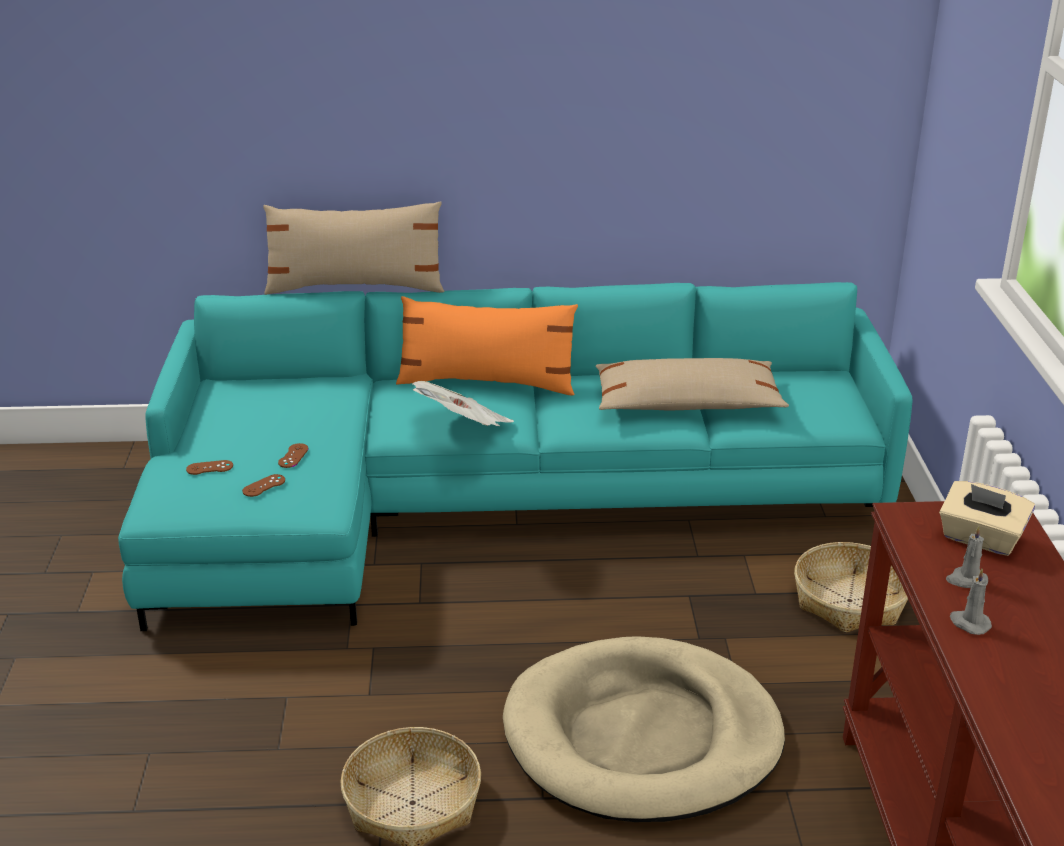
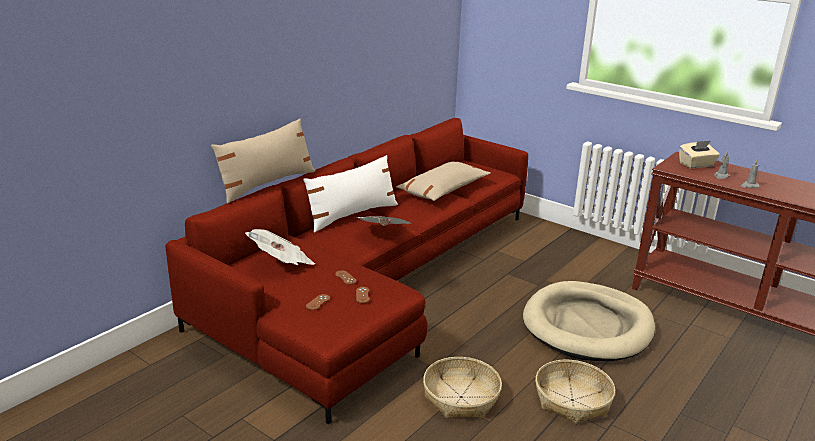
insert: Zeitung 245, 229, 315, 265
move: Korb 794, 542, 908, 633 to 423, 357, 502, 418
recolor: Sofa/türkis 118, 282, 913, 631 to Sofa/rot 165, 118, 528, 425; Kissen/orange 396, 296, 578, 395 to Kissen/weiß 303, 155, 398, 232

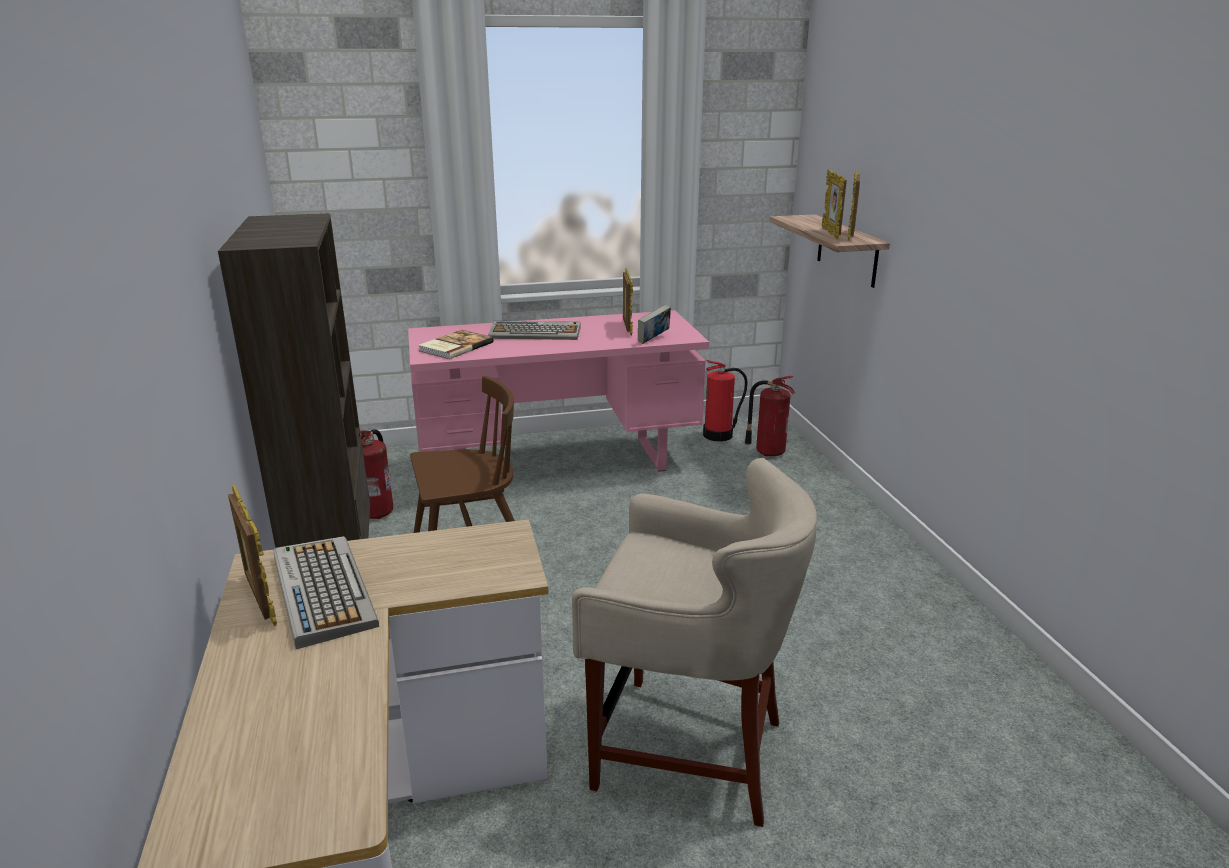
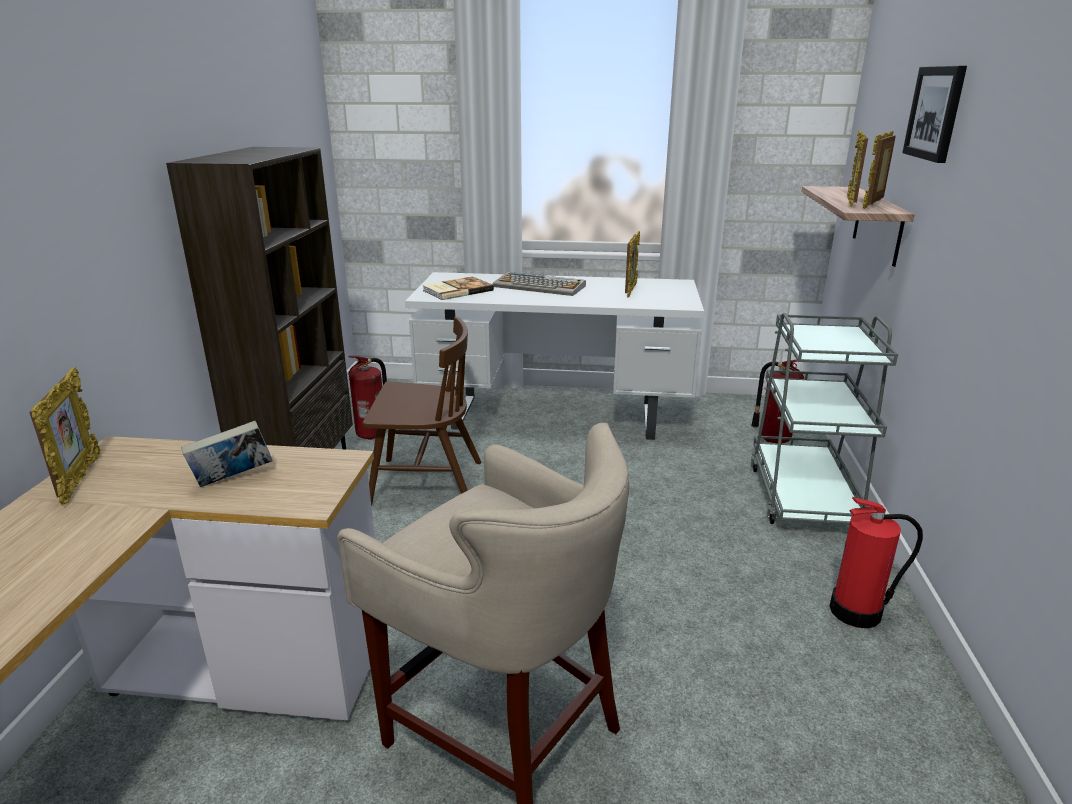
delete: Tastatur 273, 536, 379, 649
insert: Bild 902, 66, 967, 163; Rollwagen/grau 751, 312, 898, 524
move: Buch 638, 305, 671, 344 to 181, 421, 273, 487; Feuerlöscher 703, 360, 748, 441 to 829, 497, 923, 628
recolor: Schreibtisch/rosa 408, 310, 709, 472 to Schreibtisch/weiß 405, 272, 704, 440

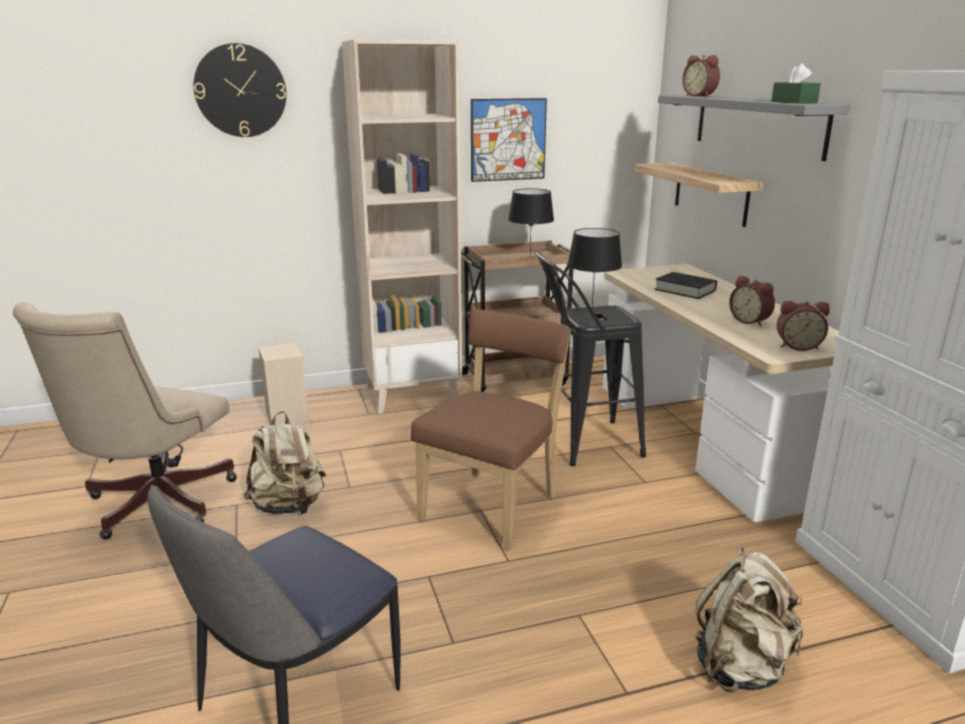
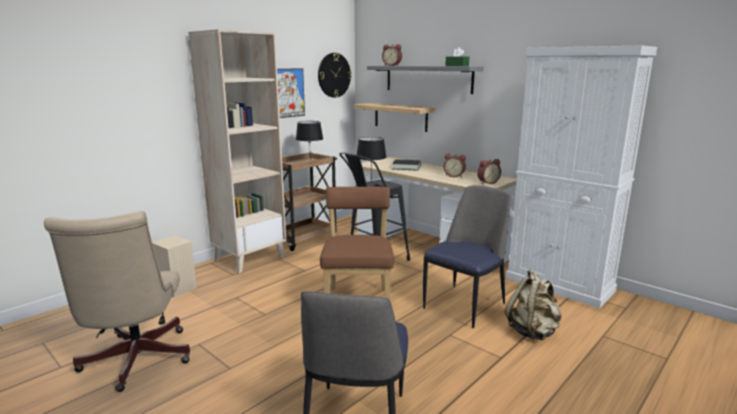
delete: Rucksack/beige 243, 411, 326, 515
insert: Stuhl 423, 185, 511, 328
move: Wanduhr 194, 43, 286, 137 to 318, 53, 352, 98

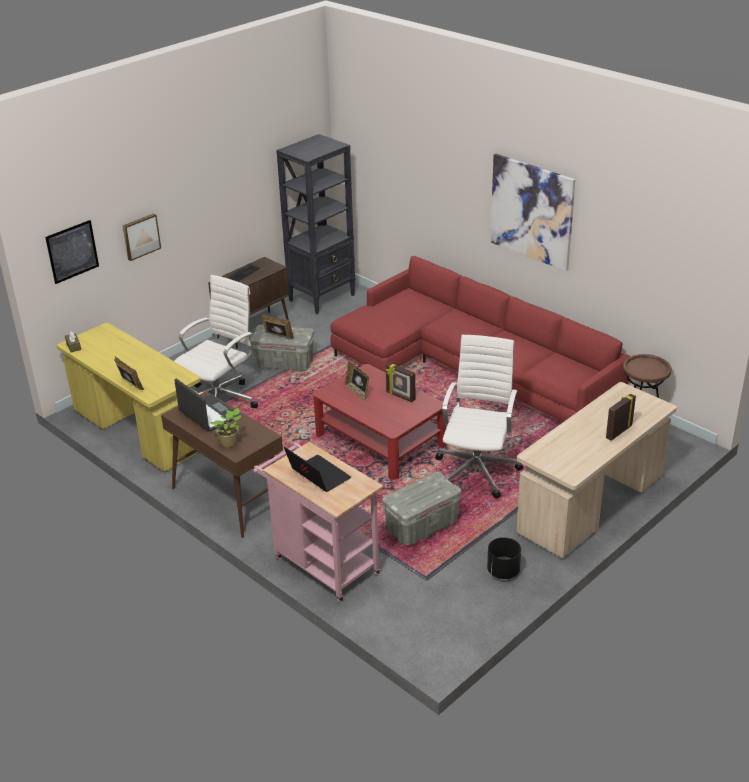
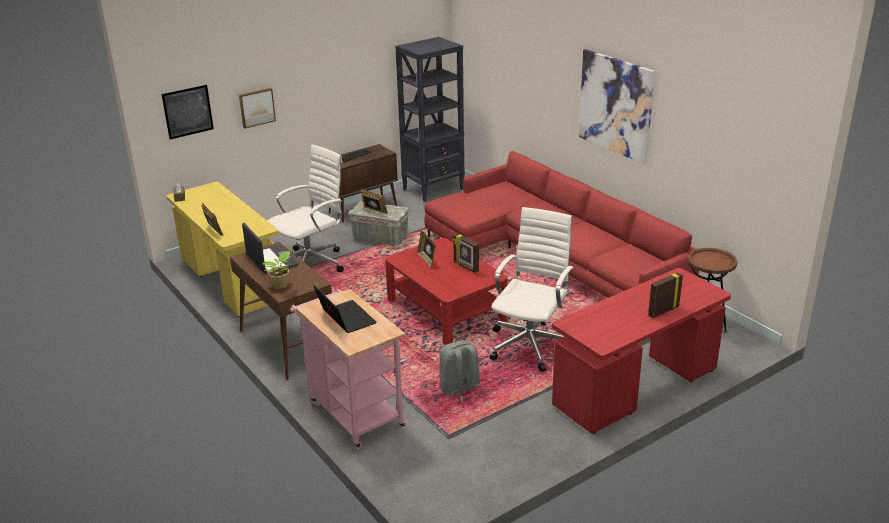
delete: Pflanzkübel/schwarz 487, 537, 521, 579
replace: Aufbewahrungsbox/grau 383, 472, 461, 545 to Rucksack/grau 439, 340, 481, 403
recolor: Schreibtisch/beige 517, 382, 677, 558 to Schreibtisch/rot 552, 268, 731, 434

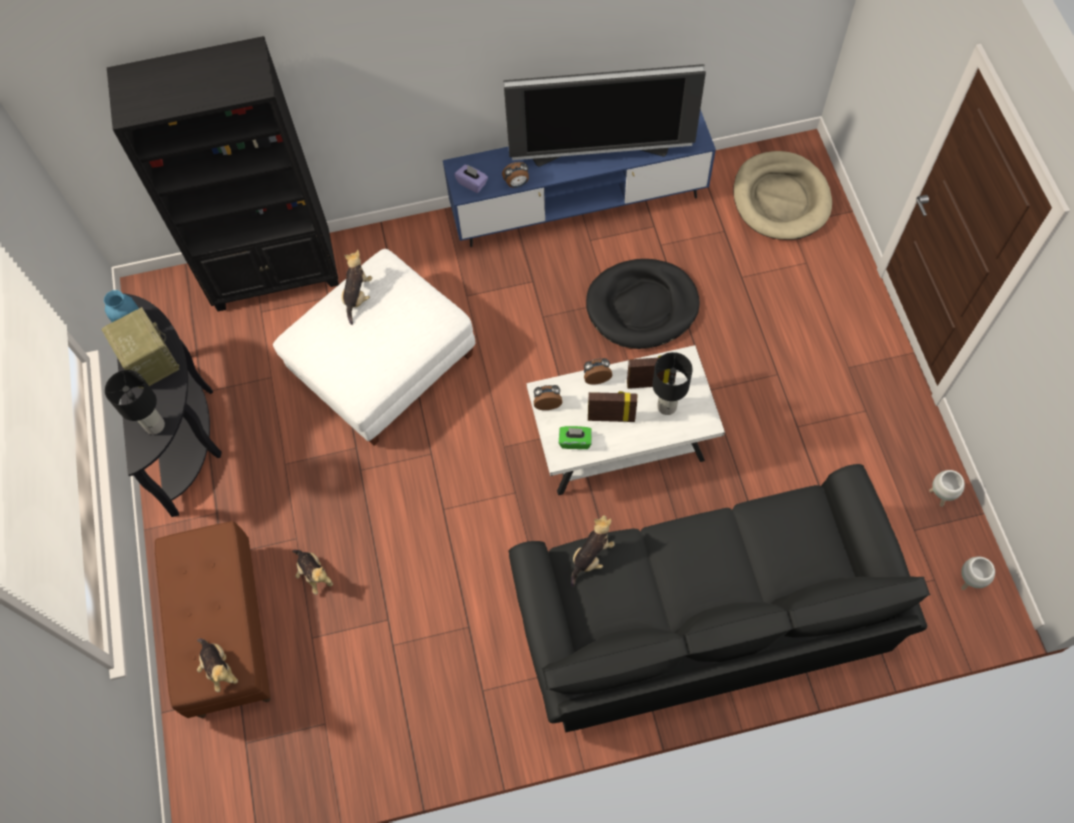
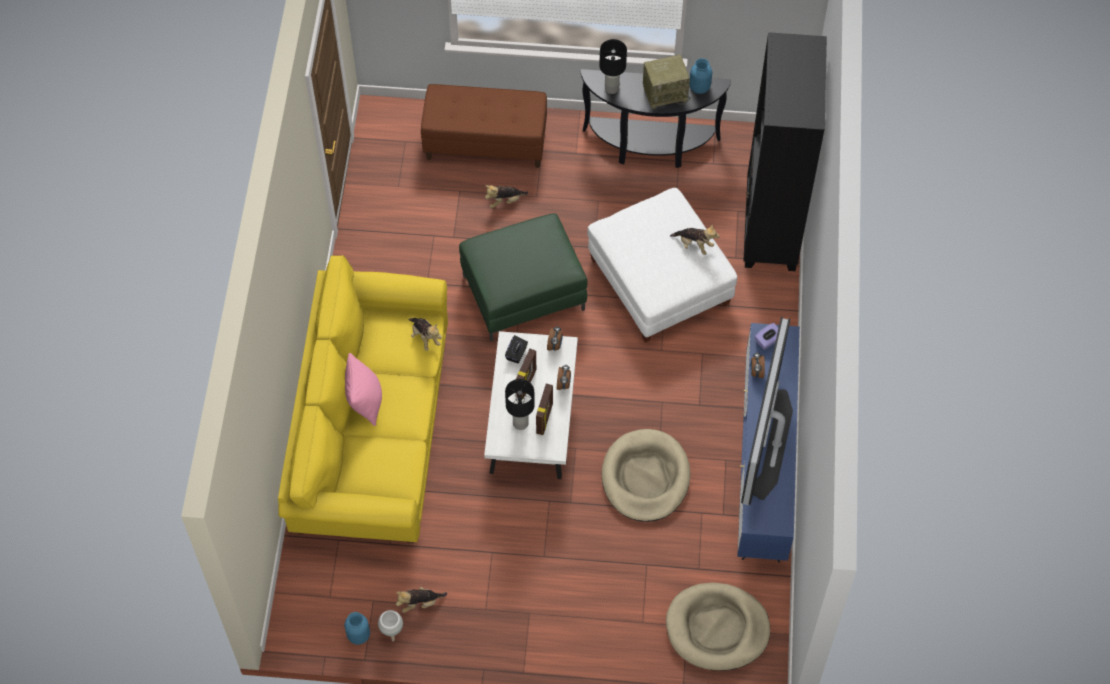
delete: Pflanzkübel/weiß 961, 556, 995, 590
insert: Polsterhocker/grün 459, 213, 587, 341; Kissen/rosa 345, 353, 382, 426; Vase/blau 344, 612, 370, 645
move: Plüschtier 197, 639, 238, 692 to 396, 587, 447, 613
recolor: Hundebett/schwarz 586, 259, 700, 349 to Hundebett/beige 602, 429, 690, 522; Taschentuchbox/grün 559, 426, 592, 449 to Taschentuchbox/schwarz 505, 335, 528, 363; Sofa/schwarz 508, 464, 930, 733 to Sofa/gelb 278, 255, 448, 543

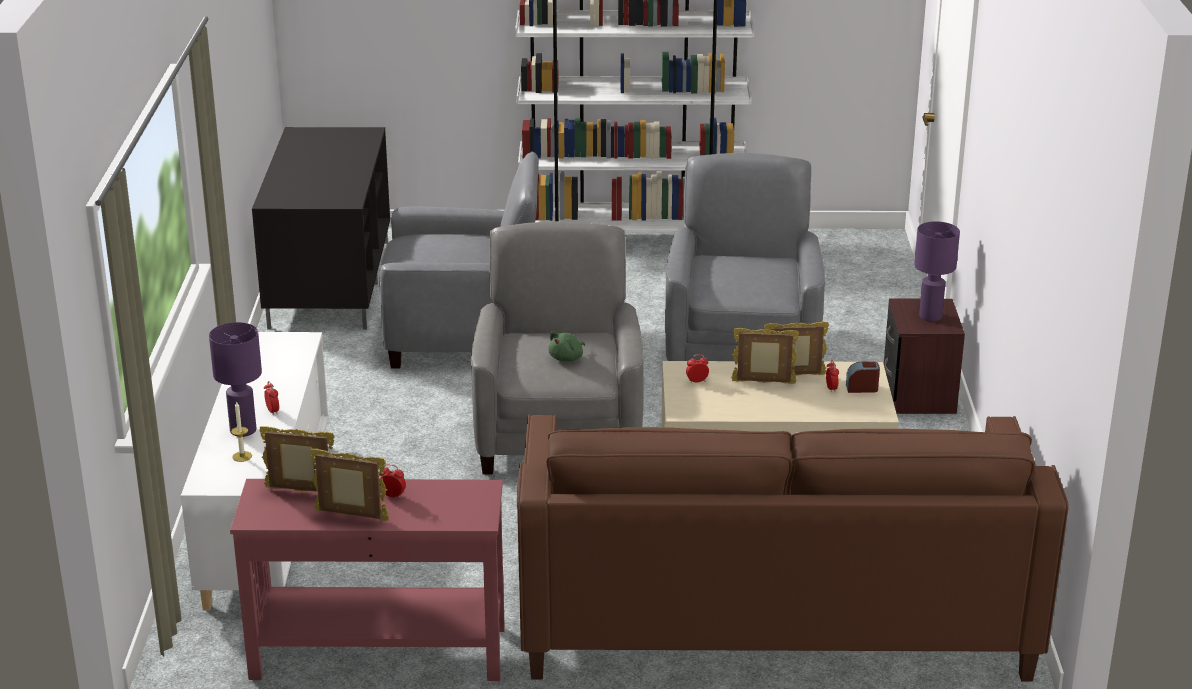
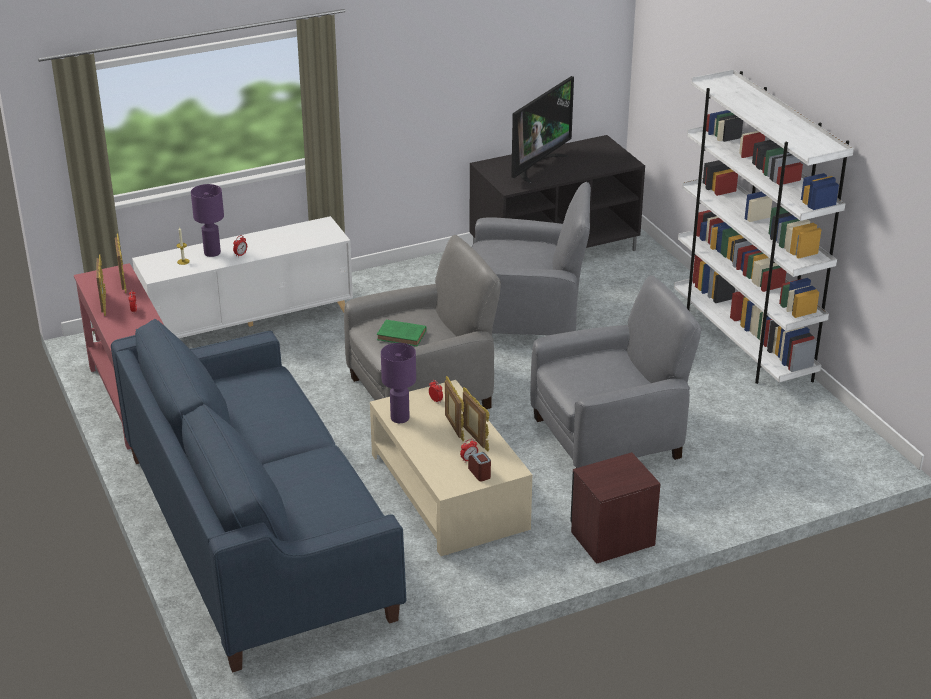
insert: Fernseher 511, 76, 574, 183
move: Tischlampe/lila 914, 221, 960, 322 to 381, 343, 416, 423
replace: Plüschtier/grün 549, 332, 585, 361 to Buch/grün 377, 320, 426, 346
recolor: Sofa/braun 517, 415, 1069, 682 to Sofa/blau 111, 319, 406, 672
rotate: Sessel/grau 379, 152, 539, 369 = 472, 182, 591, 335 60 degrees counterclockwise

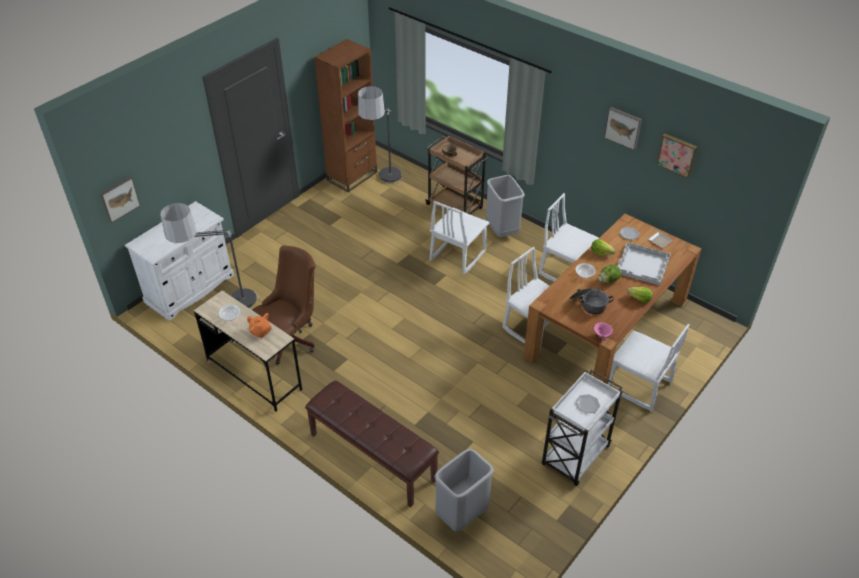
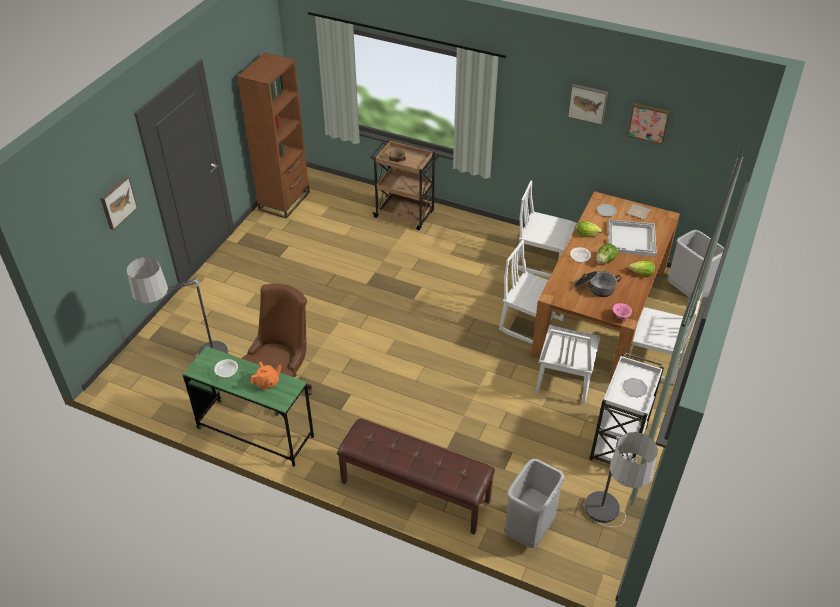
delete: Schrank/weiß 125, 201, 234, 321
move: Stehlampe 358, 86, 404, 186 to 584, 432, 658, 527; Mülleimer/grau 486, 175, 524, 237 to 668, 230, 724, 299; Bild 100, 176, 141, 223 to 100, 176, 138, 230; Stuhl/weiß 429, 201, 490, 275 to 535, 325, 601, 405
recolor: Schreibtisch/beige 194, 290, 302, 412 to Schreibtisch/grün 183, 346, 314, 466
rotate: Teekanne/orange 247, 313, 272, 338 = 250, 362, 282, 390 45 degrees counterclockwise

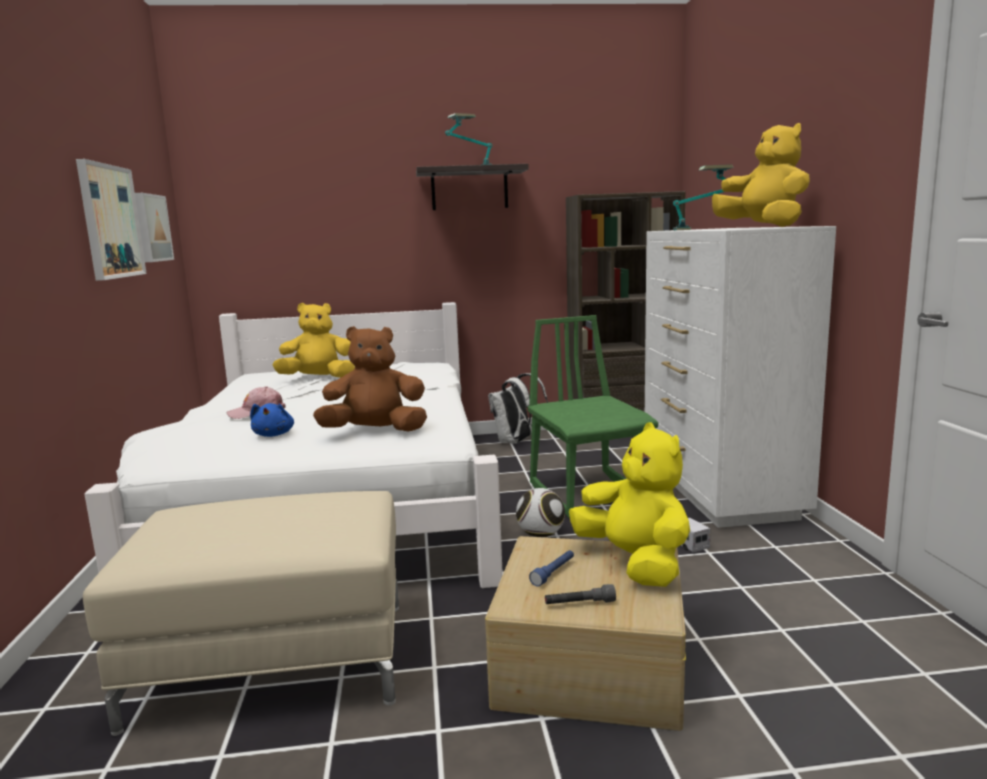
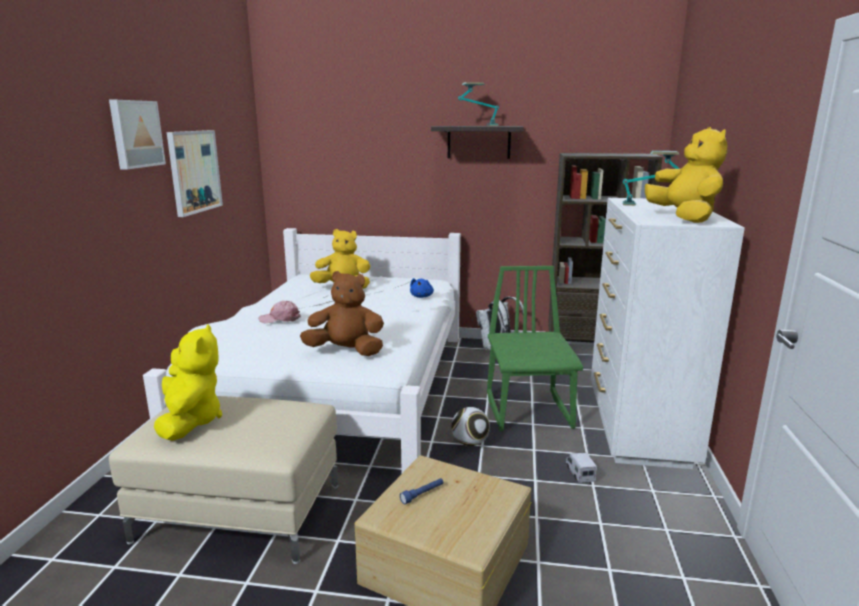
delete: Taschenlampe/grau 545, 584, 616, 604
move: Bild 135, 193, 174, 262 to 109, 100, 166, 169; Plüschtier/blau 250, 403, 294, 437 to 410, 278, 434, 298; Plüschtier/gelb 569, 423, 690, 587 to 154, 324, 222, 441

